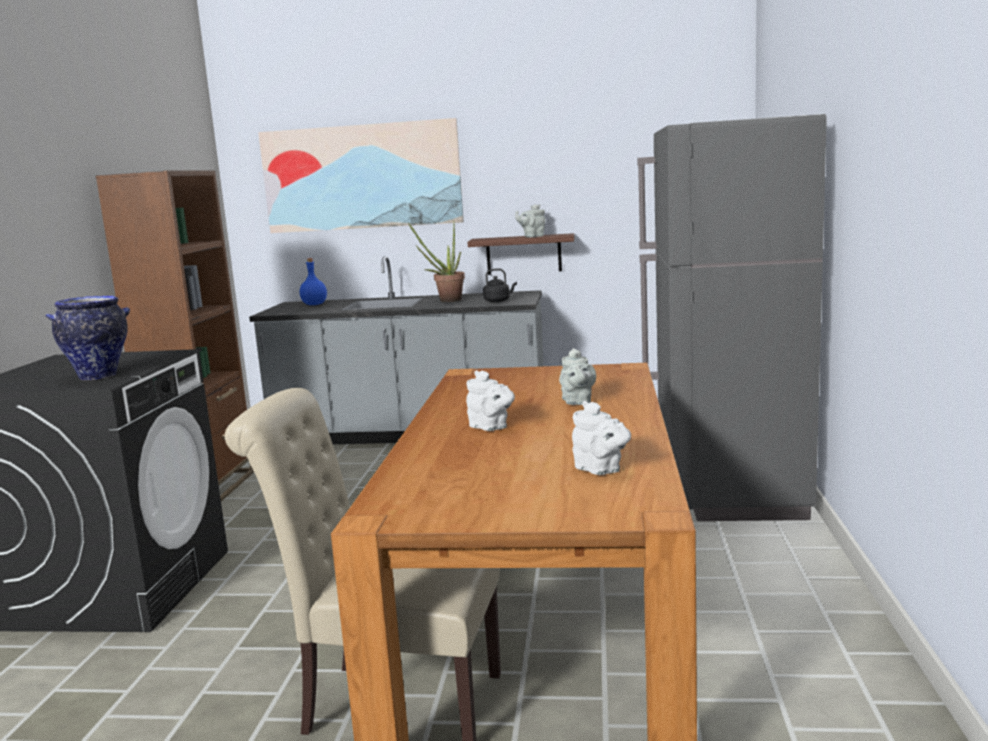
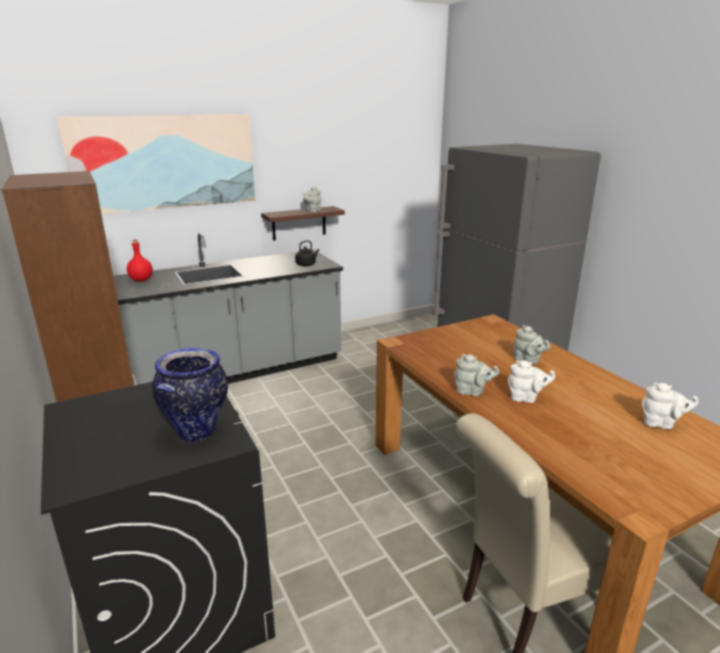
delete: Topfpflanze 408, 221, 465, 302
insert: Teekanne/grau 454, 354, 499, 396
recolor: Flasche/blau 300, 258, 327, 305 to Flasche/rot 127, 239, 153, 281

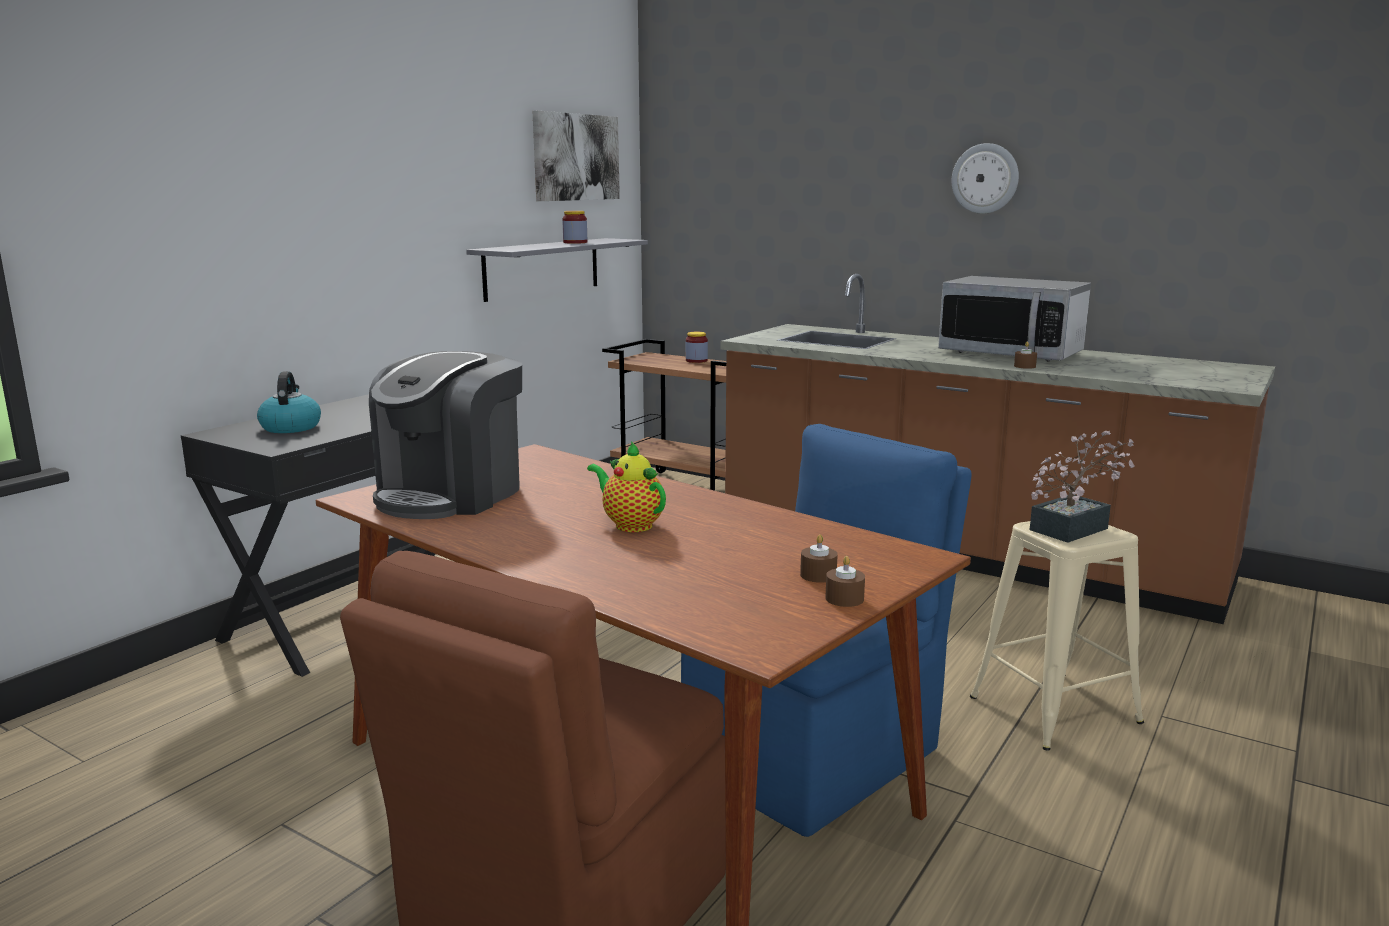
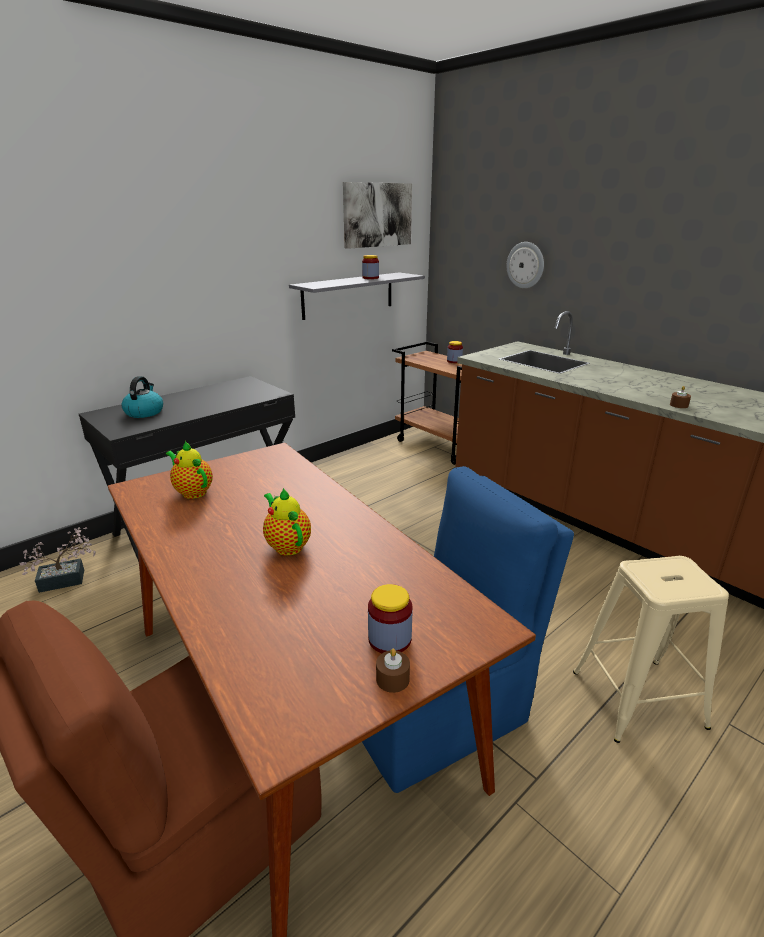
delete: Mikrowelle 938, 276, 1091, 362
move: Wanduhr 952, 143, 1019, 214 to 506, 242, 544, 288; Topfpflanze 1030, 430, 1134, 543 to 20, 527, 96, 593
replace: Kaffeemaschine 369, 351, 522, 519 to Teekanne 166, 441, 213, 499; Kerze/braun 800, 534, 838, 583 to Vorratsglas 368, 584, 413, 653

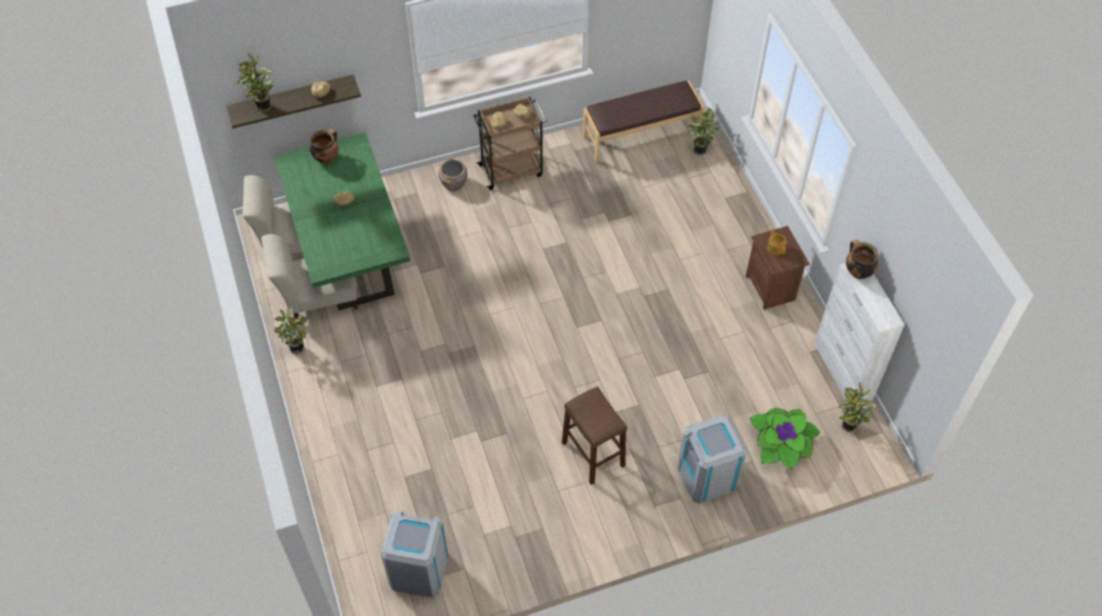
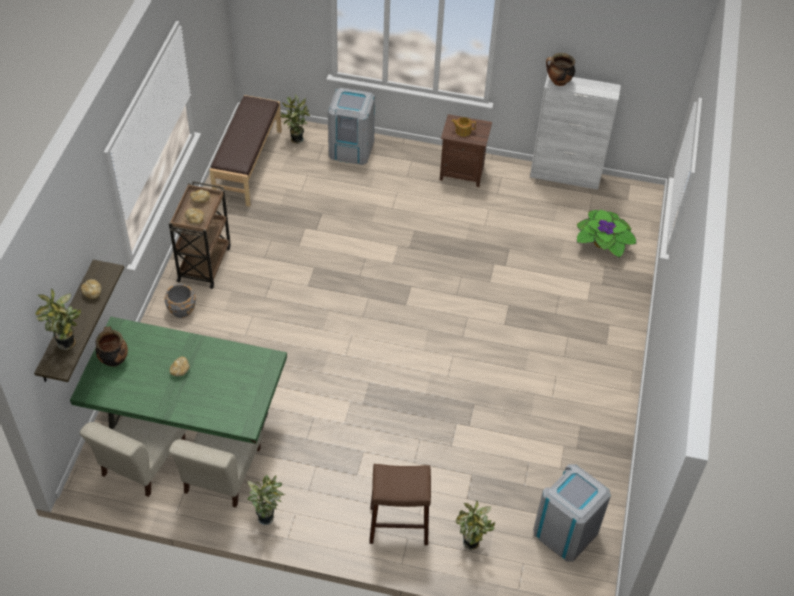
move: Topfpflanze 838, 382, 877, 432 to 455, 501, 495, 551; Hocker/braun 562, 386, 627, 485 to 369, 464, 431, 545; Mülleimer/grau 677, 414, 747, 504 to 328, 88, 375, 165

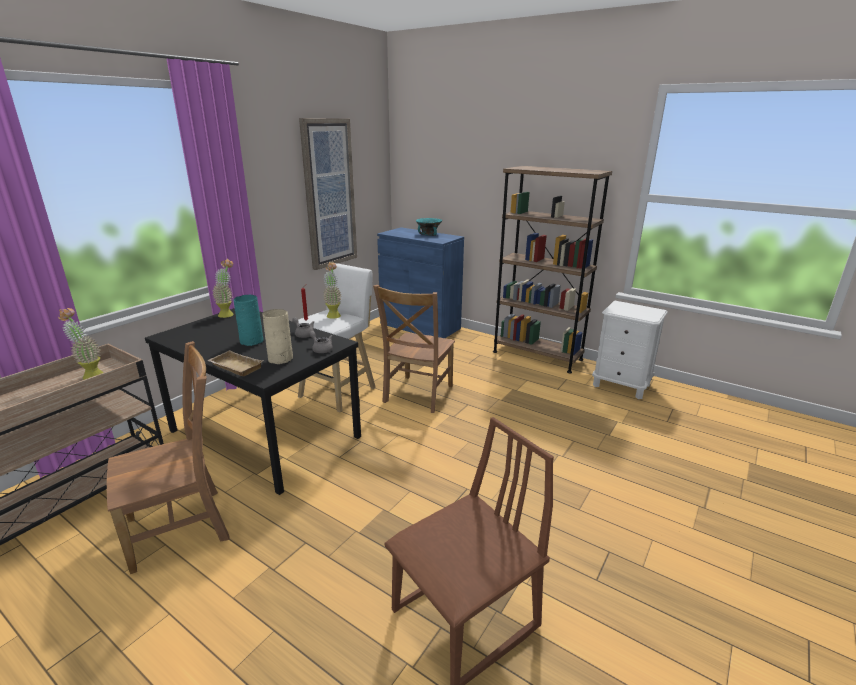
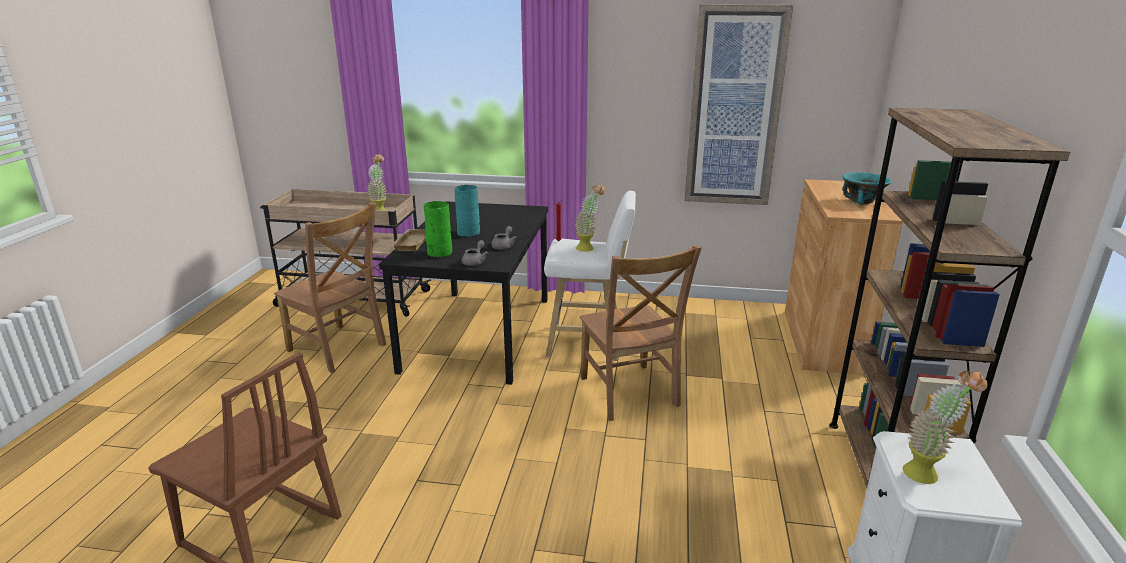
move: Topfpflanze 212, 259, 234, 318 to 903, 371, 988, 484
recolor: Schrank/blau 377, 227, 464, 338 to Schrank/braun 785, 179, 903, 375; Vase/beige 262, 309, 293, 365 to Vase/grün 424, 201, 452, 258
rotate: Stuhl/braun 373, 285, 455, 413 = 580, 245, 702, 421 105 degrees counterclockwise

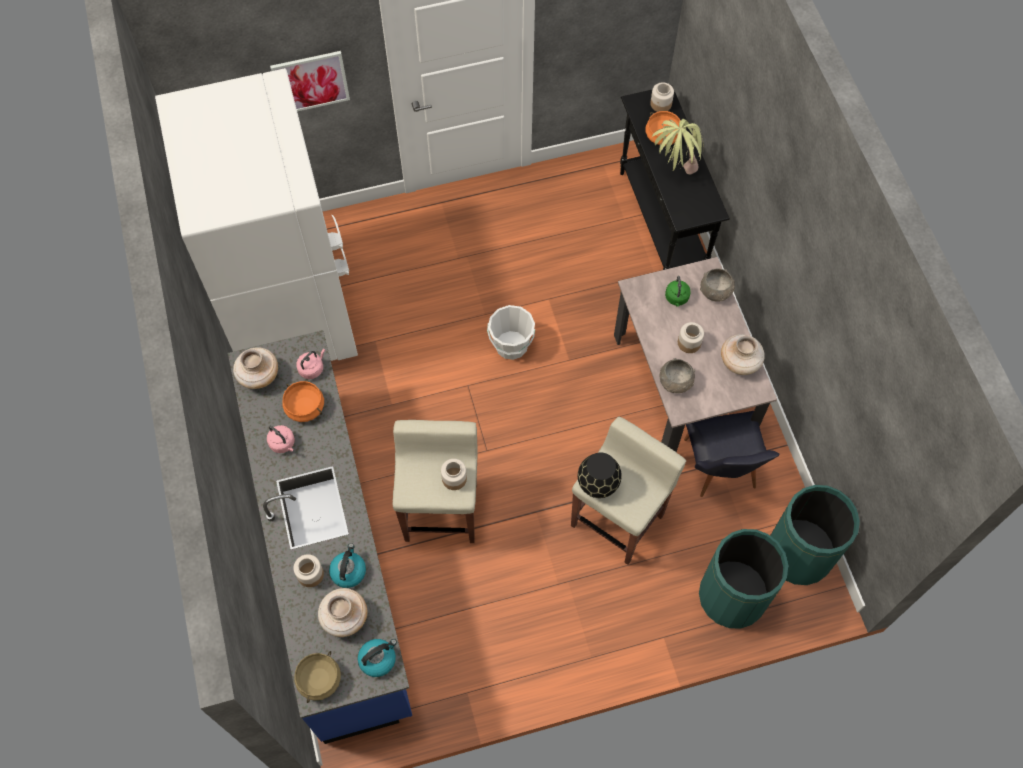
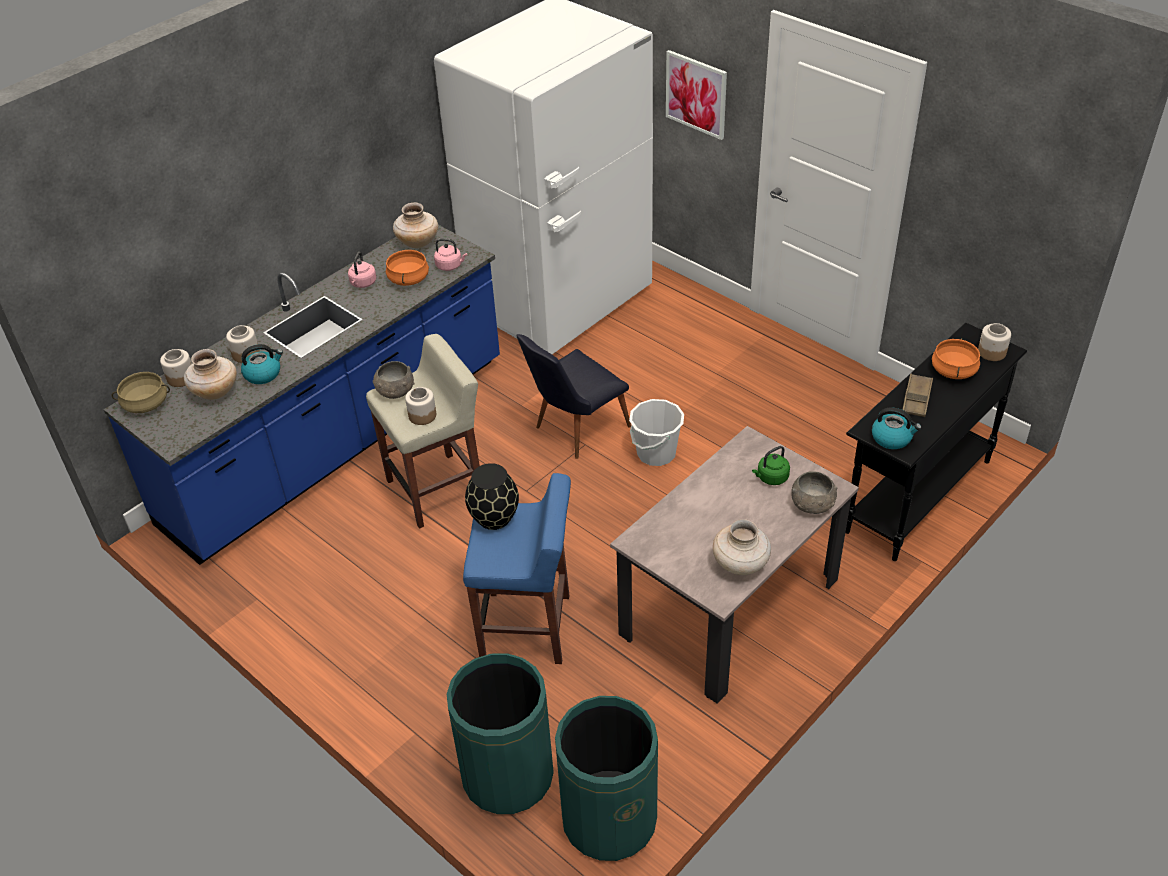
move: Vorratsglas 678, 322, 704, 353 to 160, 349, 192, 387; Schüssel/grau 660, 358, 695, 393 to 373, 361, 414, 399; Stuhl/schwarz 684, 411, 779, 497 to 516, 334, 631, 459; Wasserkessel 358, 639, 397, 677 to 872, 407, 921, 449
replace: Topfpflanze 652, 119, 704, 175 to Tablett/braun 902, 374, 933, 417
recolor: Hocker/beige 571, 417, 686, 565 to Hocker/blau 463, 473, 571, 664

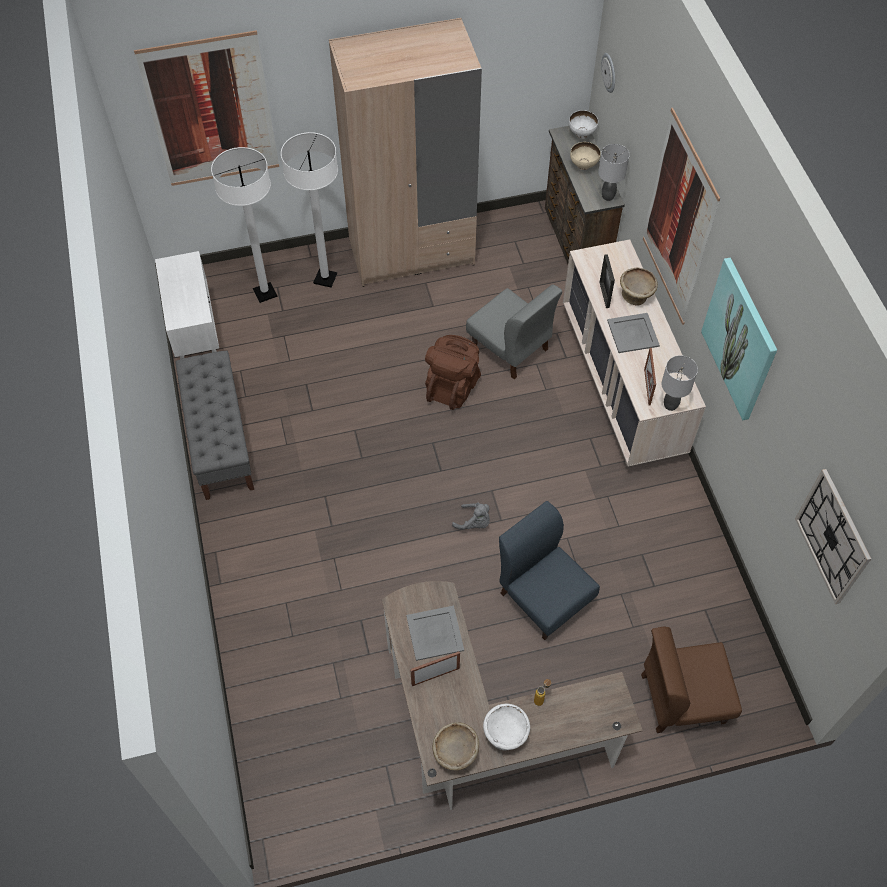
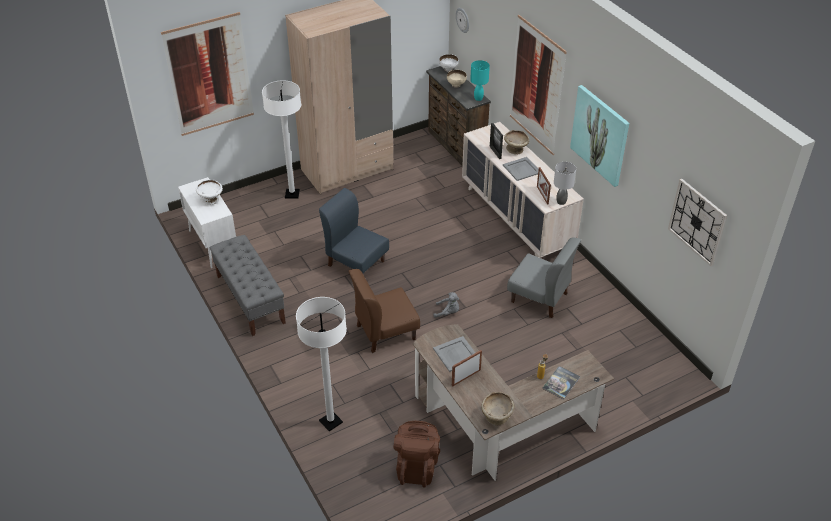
insert: Buch 542, 366, 580, 399
move: Stehlampe/weiß 211, 147, 277, 303 to 296, 297, 347, 431; Stuhl/grau 466, 284, 562, 379 to 507, 237, 581, 318; Rucksack/braun 425, 335, 481, 410 to 394, 421, 440, 488; Stuhl/blau 499, 501, 600, 640 to 319, 188, 389, 275; Stuhl/braun 641, 627, 742, 733 to 348, 269, 420, 353; Schüssel/weiß 483, 703, 530, 751 to 196, 180, 223, 205
recolor: Tischlampe/grau 598, 144, 630, 201 to Tischlampe/türkis 470, 60, 490, 101

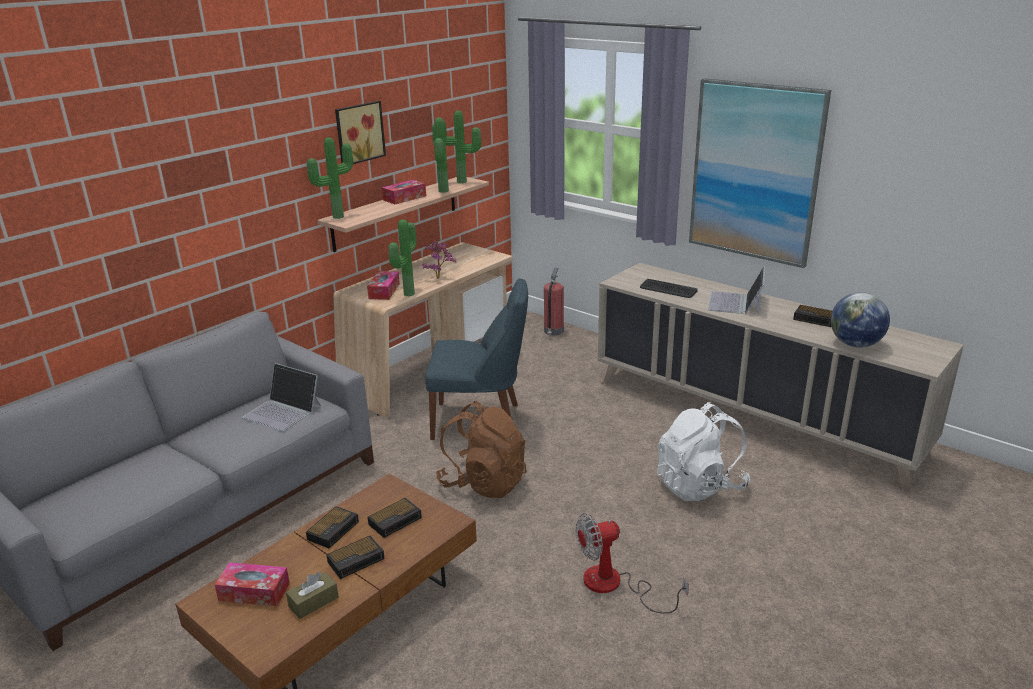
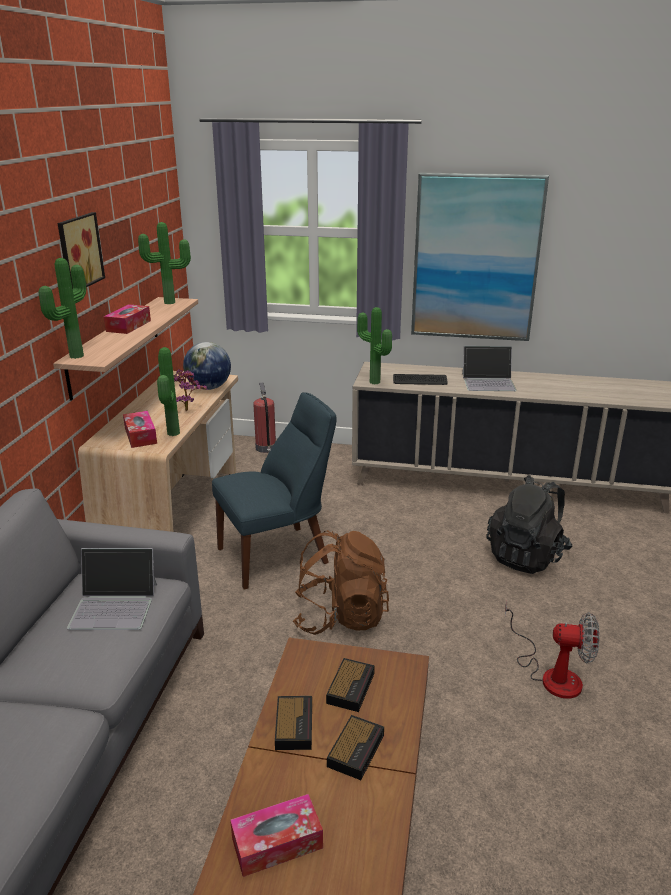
delete: Wecker 793, 305, 832, 327; Taschentuchbox/braun 286, 572, 339, 619
move: Topfpflanze 432, 117, 449, 193 to 357, 307, 392, 384; Globus 831, 292, 890, 348 to 183, 342, 231, 390
recolor: Rucksack/weiß 657, 402, 750, 501 to Rucksack/schwarz 487, 475, 572, 574
rotate: Laptop 708, 266, 765, 315 = 462, 346, 517, 391 75 degrees counterclockwise; Ventilator 576, 513, 689, 613 = 505, 600, 600, 699 120 degrees counterclockwise

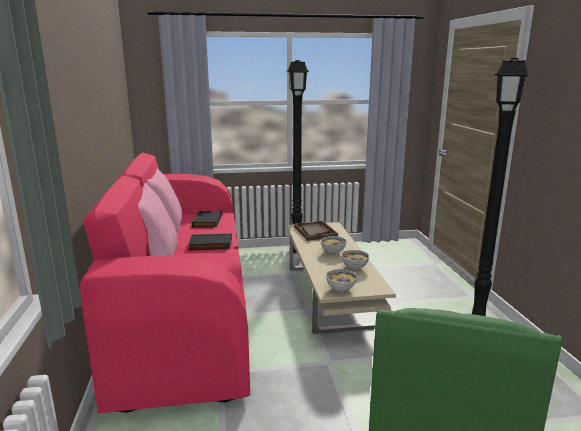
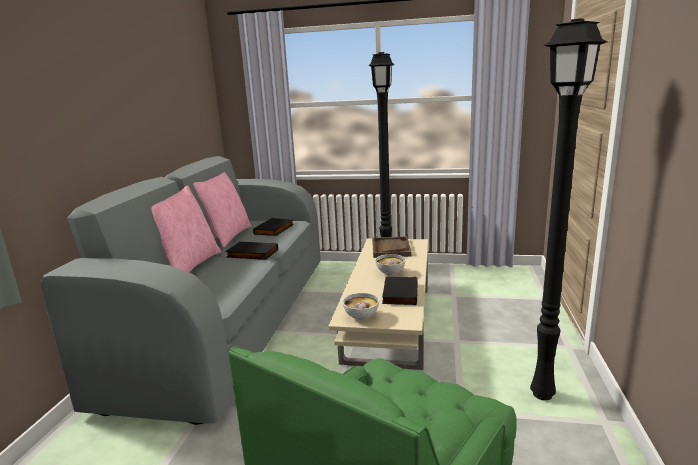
replace: Schüssel 341, 250, 369, 270 to Buch/schwarz 382, 277, 418, 305
recolor: Sofa/rosa 80, 152, 250, 413 to Sofa/grau 41, 156, 321, 425

